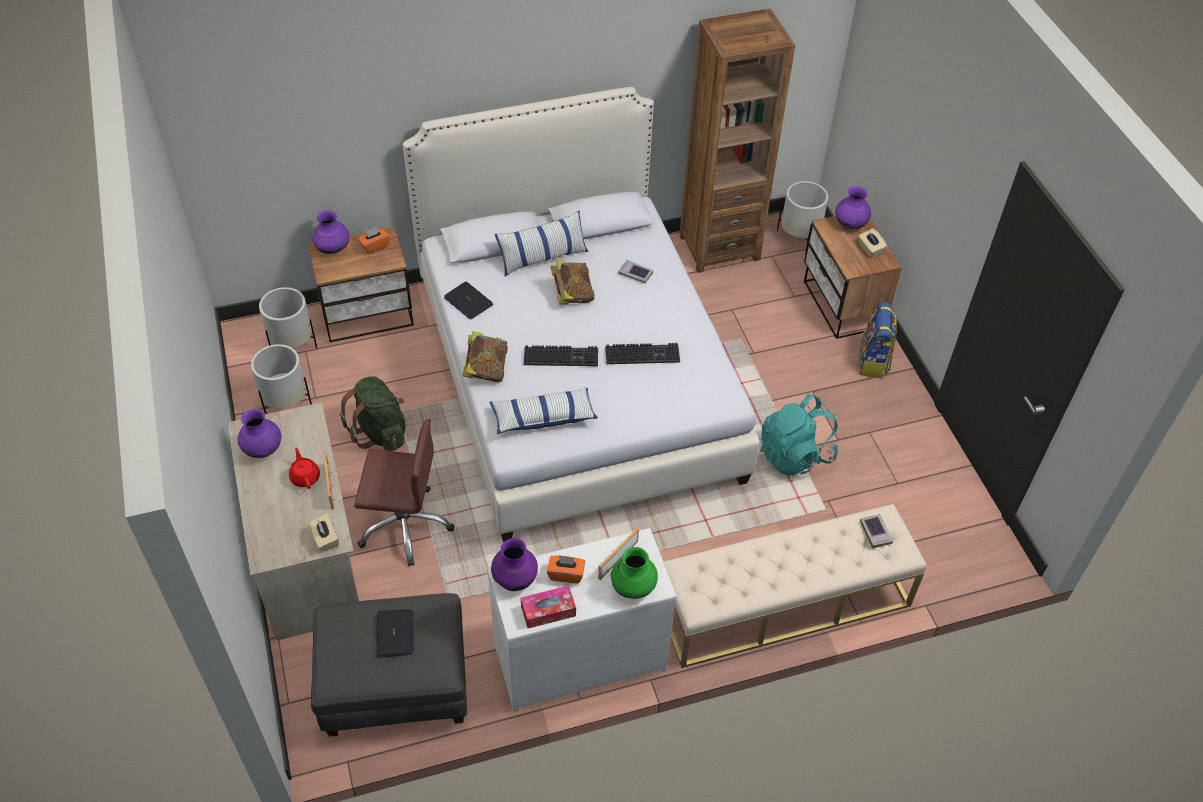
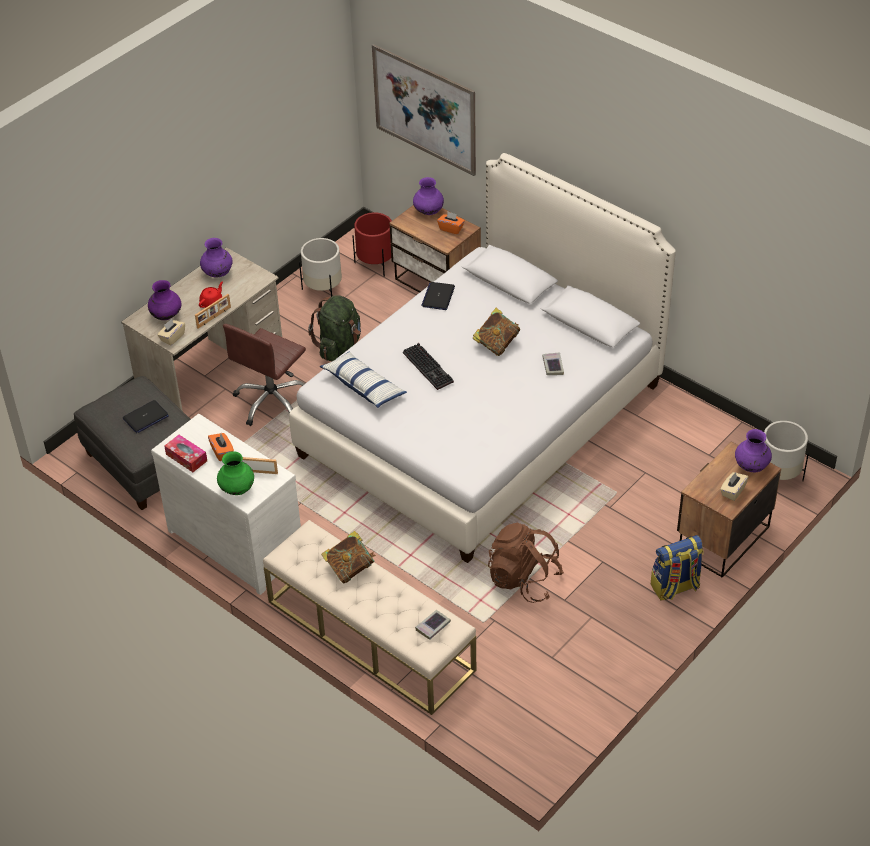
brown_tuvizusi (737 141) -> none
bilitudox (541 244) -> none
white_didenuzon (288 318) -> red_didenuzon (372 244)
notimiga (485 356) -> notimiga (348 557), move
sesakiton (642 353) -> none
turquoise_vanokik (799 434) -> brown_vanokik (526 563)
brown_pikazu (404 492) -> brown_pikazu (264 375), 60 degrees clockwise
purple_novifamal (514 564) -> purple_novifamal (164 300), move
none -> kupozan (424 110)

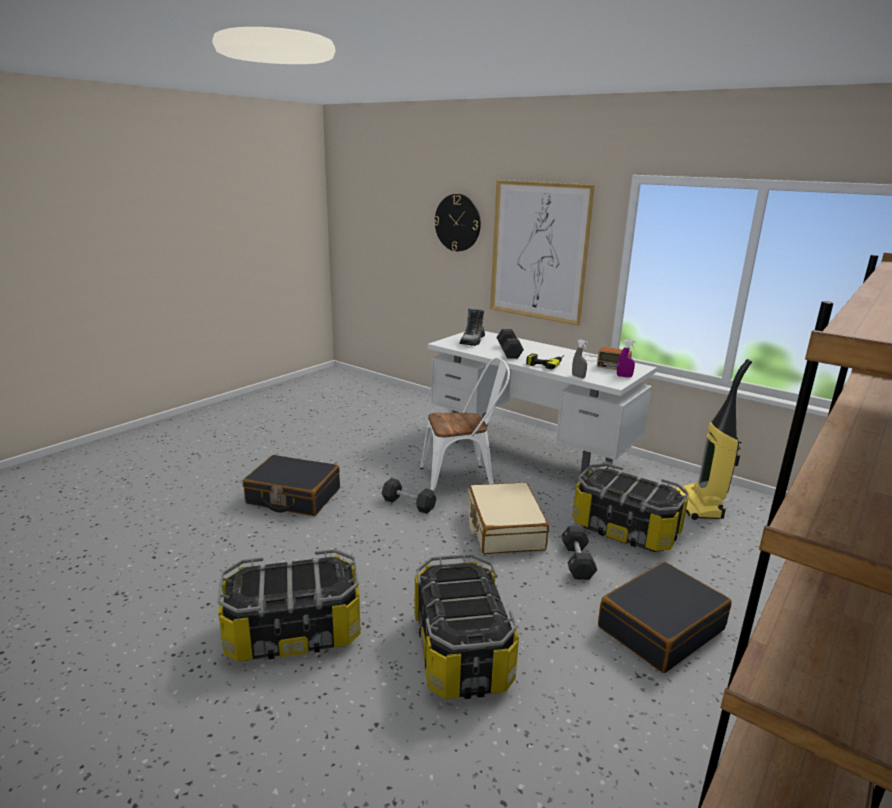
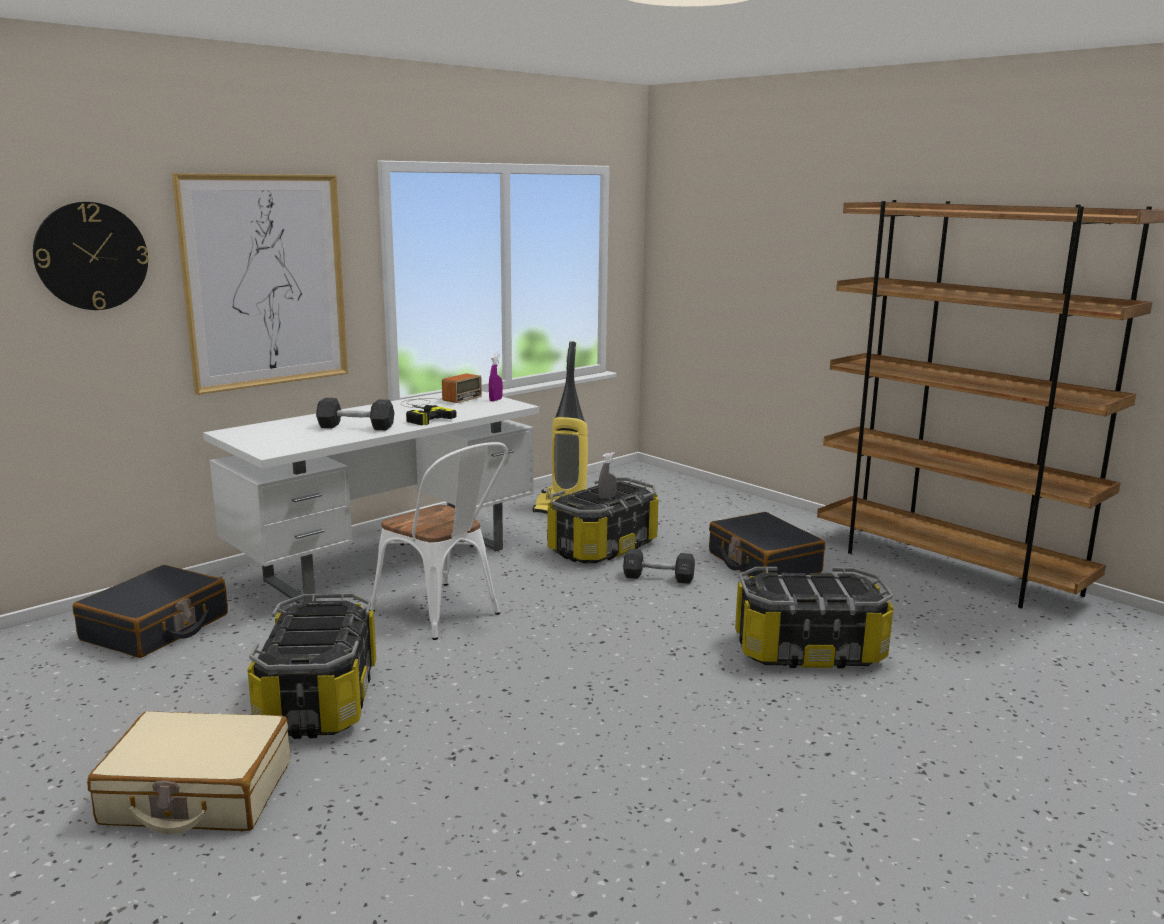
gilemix (472 327) -> none
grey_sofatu (580 359) -> grey_sofatu (607 475), move
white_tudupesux (465 424) -> white_tudupesux (439 541), 135 degrees clockwise
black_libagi (291 485) -> black_libagi (150 611), move
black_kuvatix (409 496) -> none
beige_libagi (508 518) -> beige_libagi (188 772), move
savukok (289 605) -> savukok (312 666), move

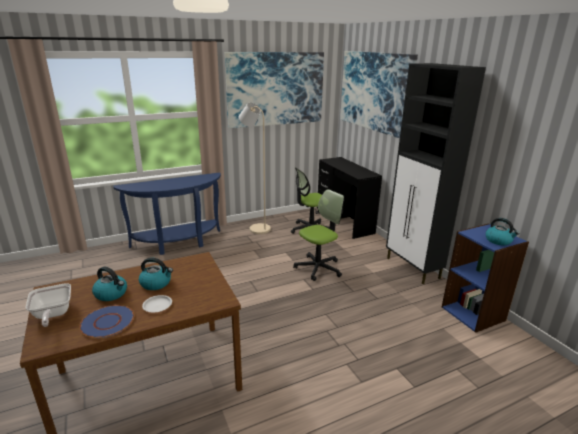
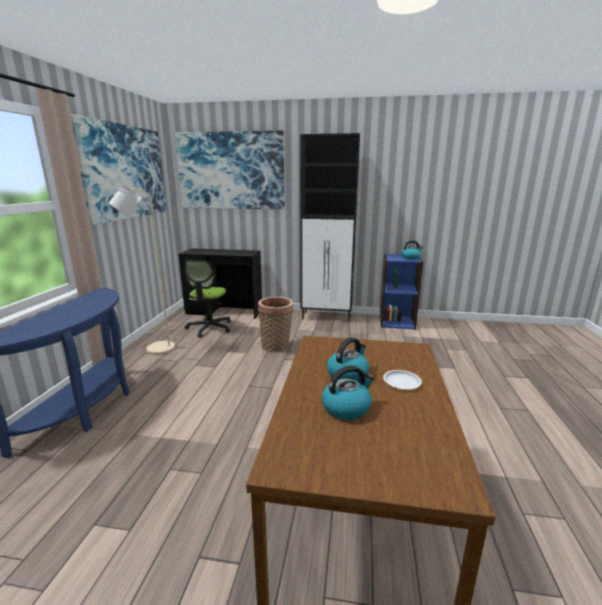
pikazu (318 235) -> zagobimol (275 325)
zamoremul (48 305) -> none
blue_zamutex (107 321) -> none

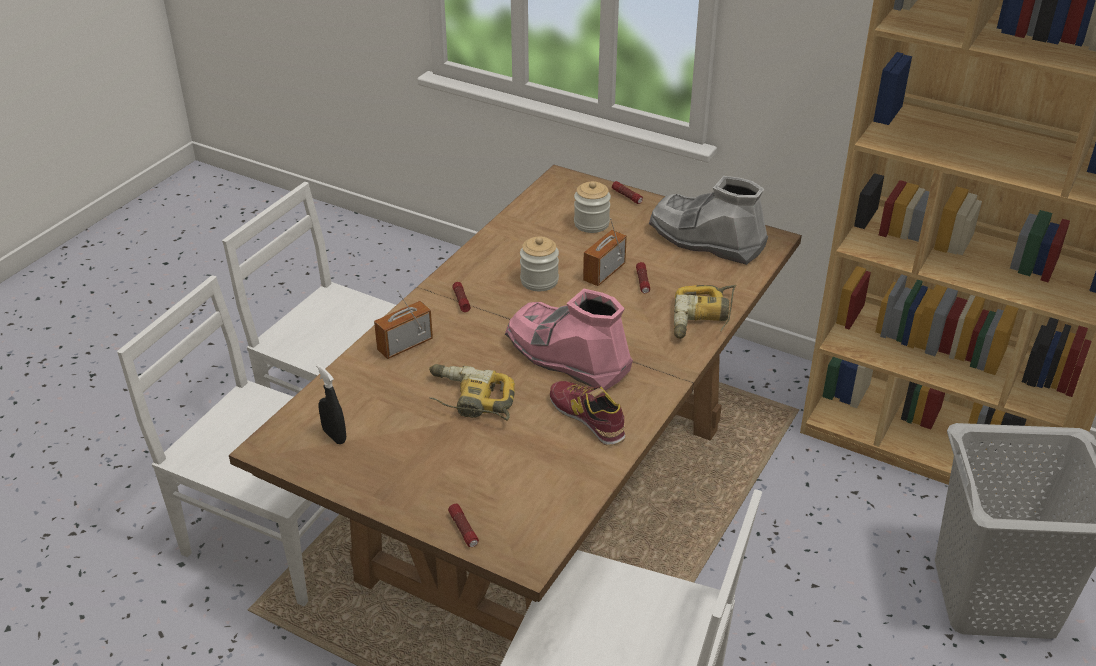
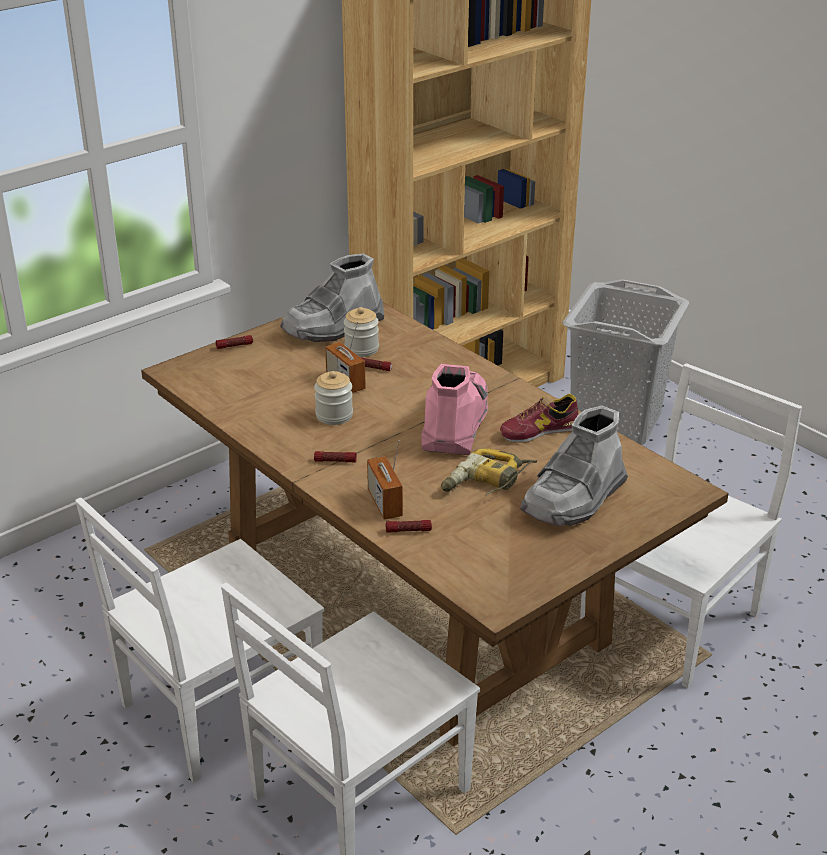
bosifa (592 207) -> bosifa (361 332), move
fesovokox (705 312) -> none
pink_gilemix (569 340) -> pink_gilemix (454 409), 135 degrees clockwise
black_sofatu (331 404) -> none
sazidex (463 525) -> sazidex (409 526), move
none -> grey_gilemix (574 466)

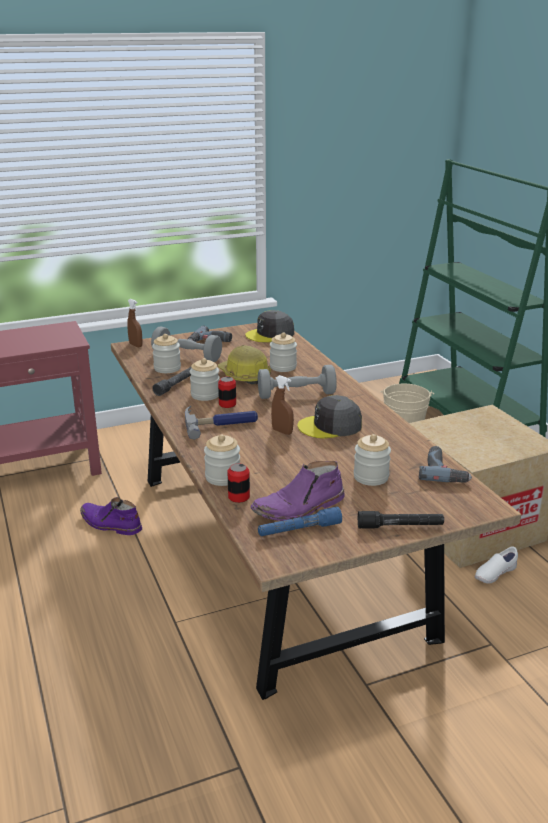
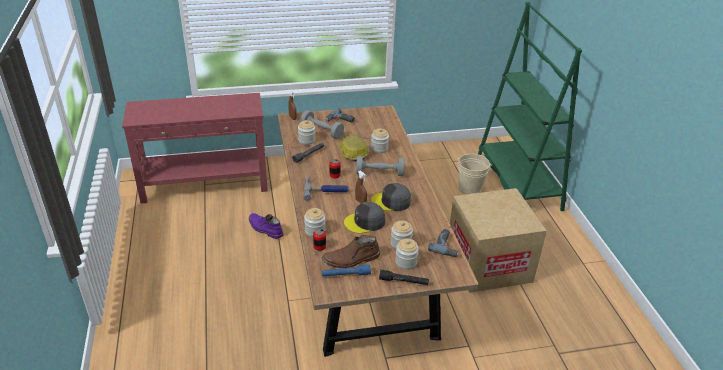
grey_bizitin (269 326) -> grey_bizitin (364 217), move
bosifa (204 379) -> bosifa (407 254), move
purple_gilemix (297 491) -> brown_gilemix (351 251)
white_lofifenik (496 565) -> none

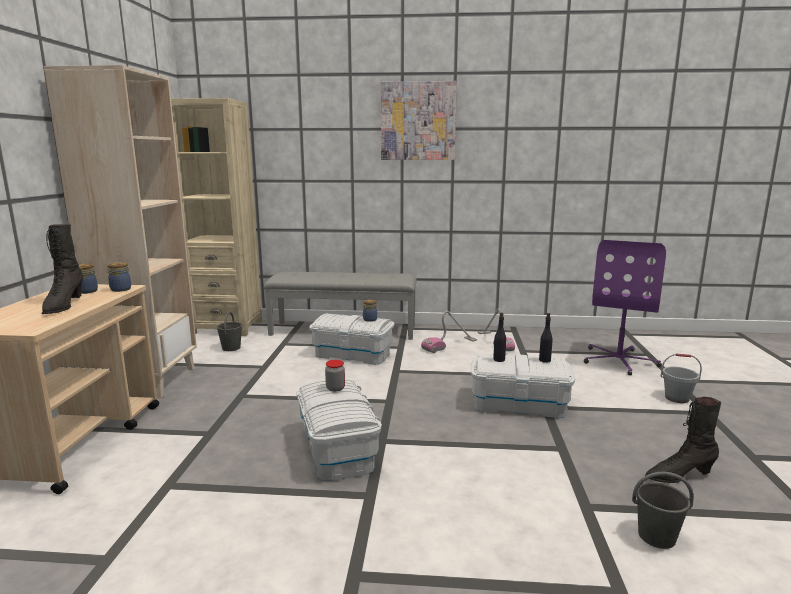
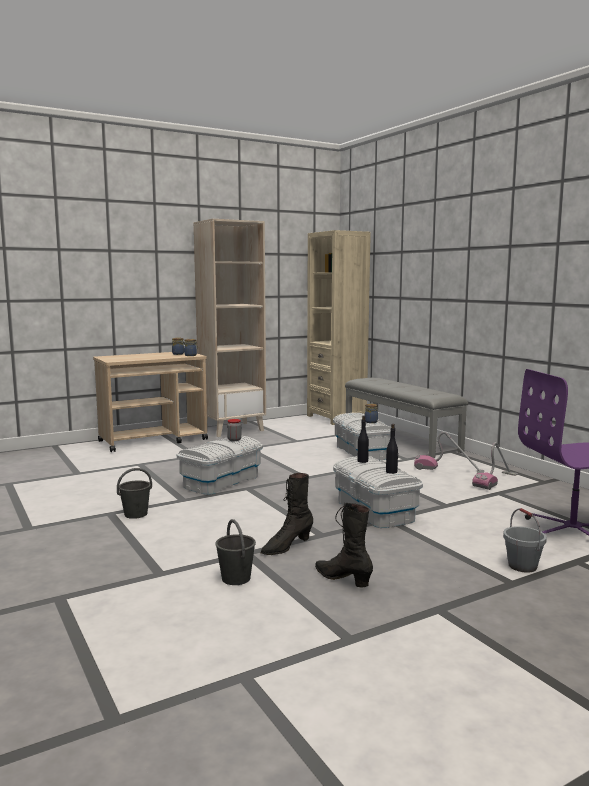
kupozan (419 120) -> none
black_gilemix (62 269) -> black_gilemix (286 514), move
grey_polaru (229 331) -> grey_polaru (134 493), move

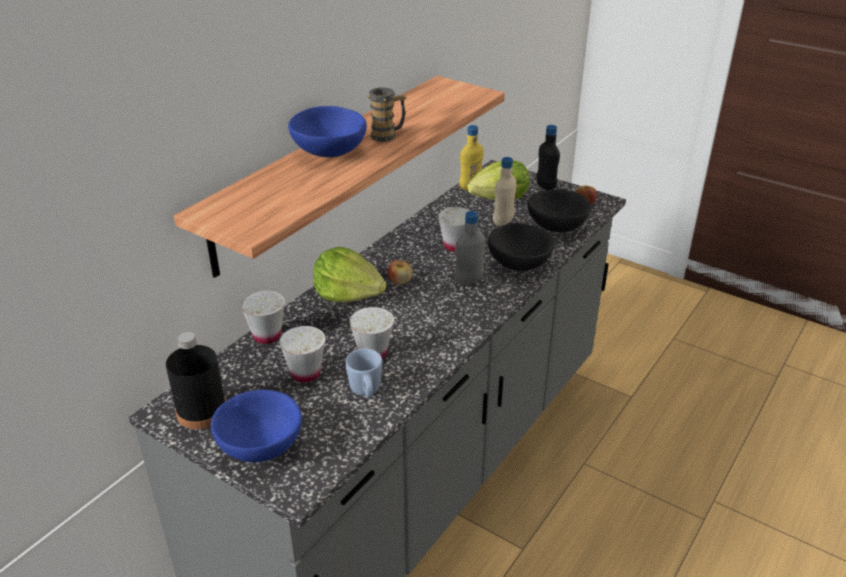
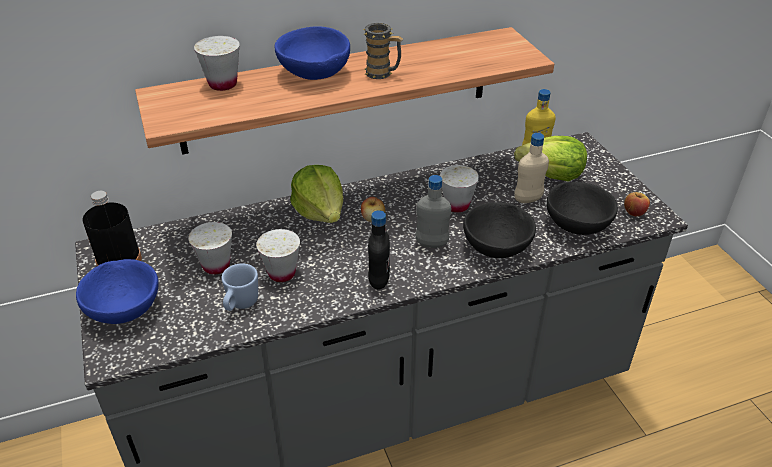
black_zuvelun (548 157) -> black_zuvelun (379 250), move
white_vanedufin (263 317) -> white_vanedufin (217 63), move

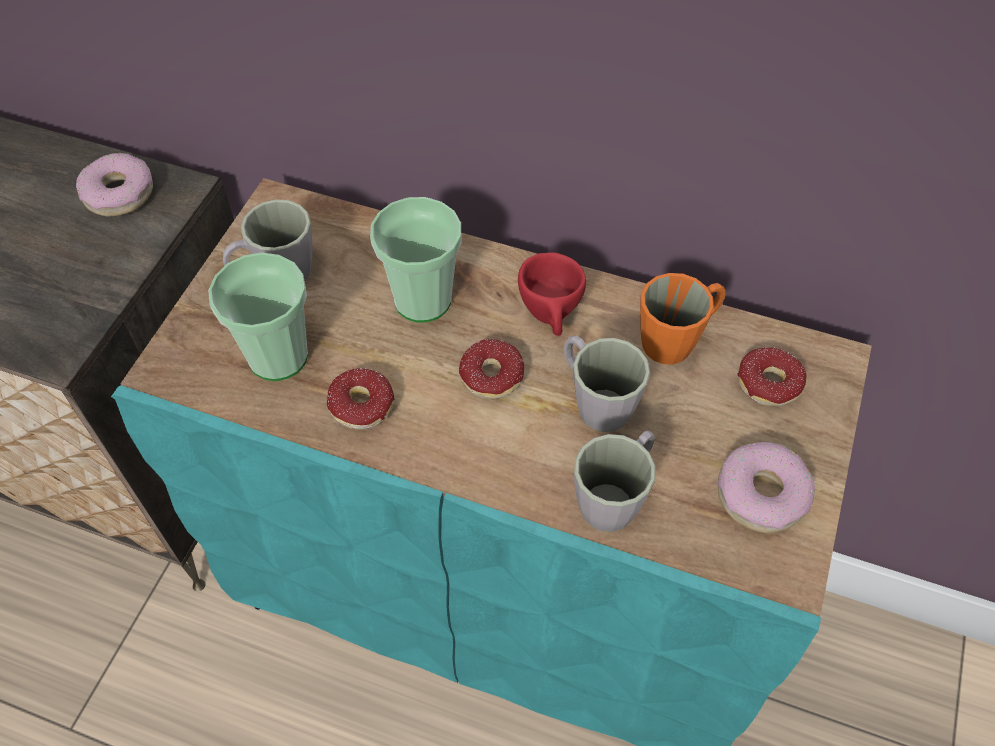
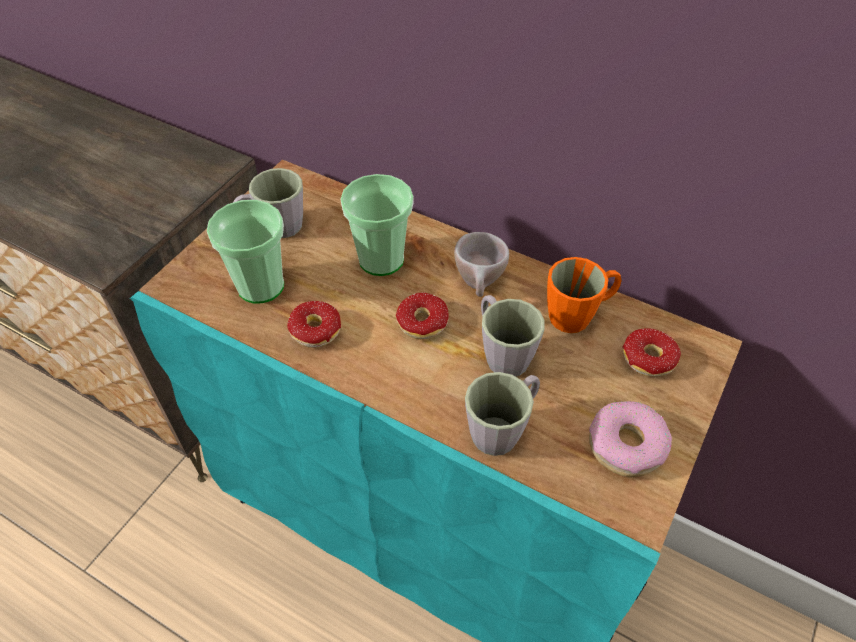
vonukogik (114 185) -> none
red_vanedufin (552 294) -> beige_vanedufin (481 264)

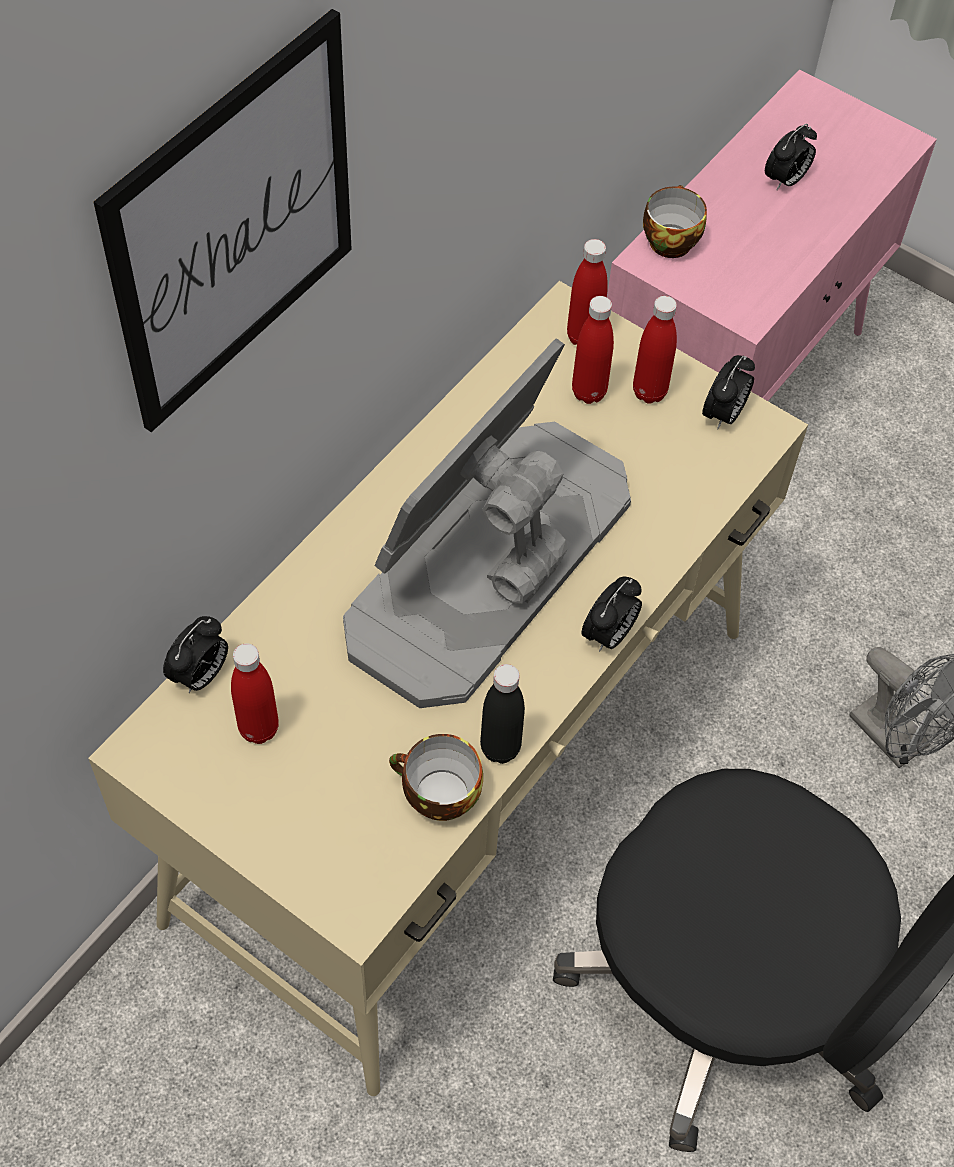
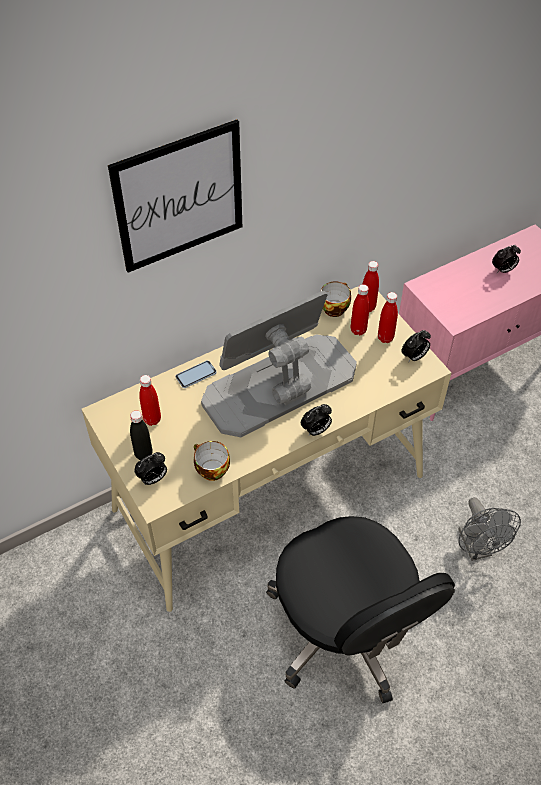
vanedufin (675 221) -> vanedufin (336 299), move
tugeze (195 654) -> tugeze (150 468), move
black_zuvelun (502 714) -> black_zuvelun (141 435), move
none -> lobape (196 374)

